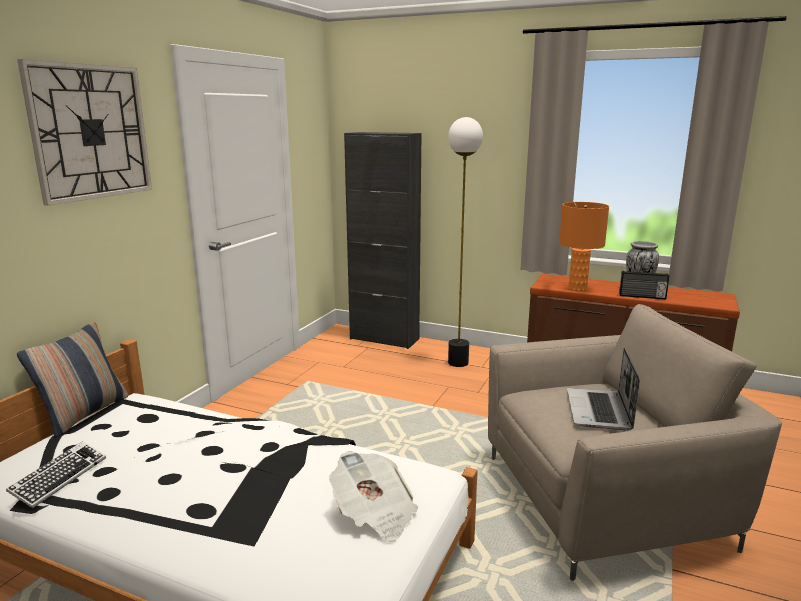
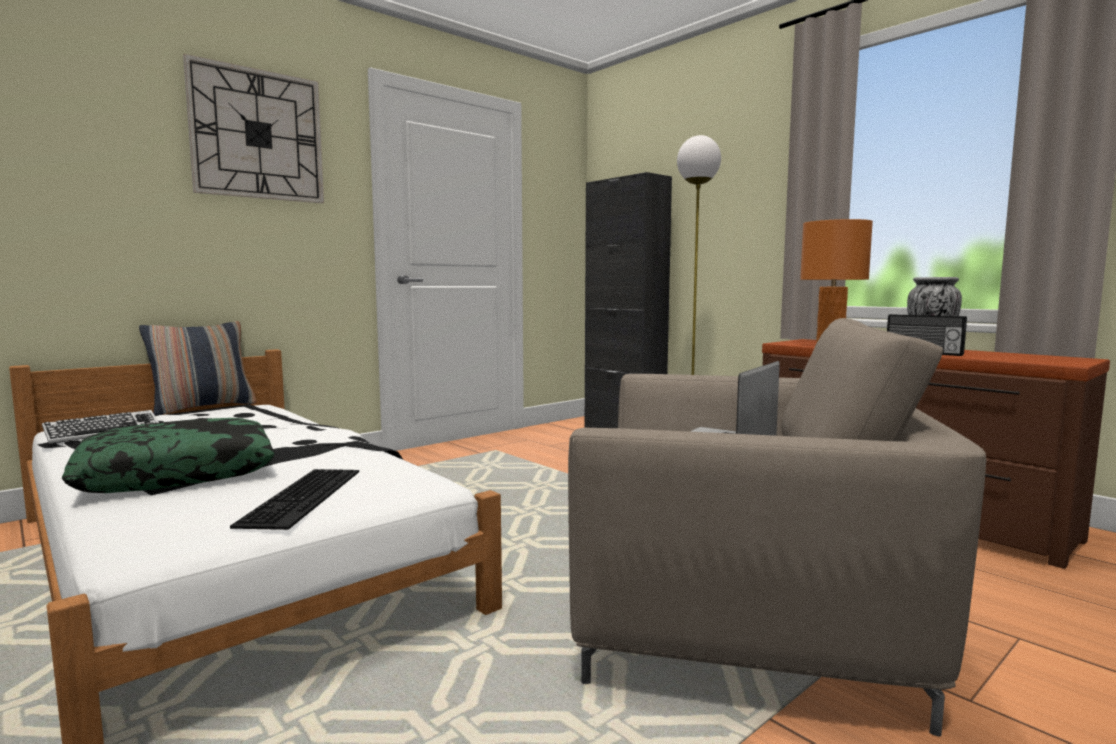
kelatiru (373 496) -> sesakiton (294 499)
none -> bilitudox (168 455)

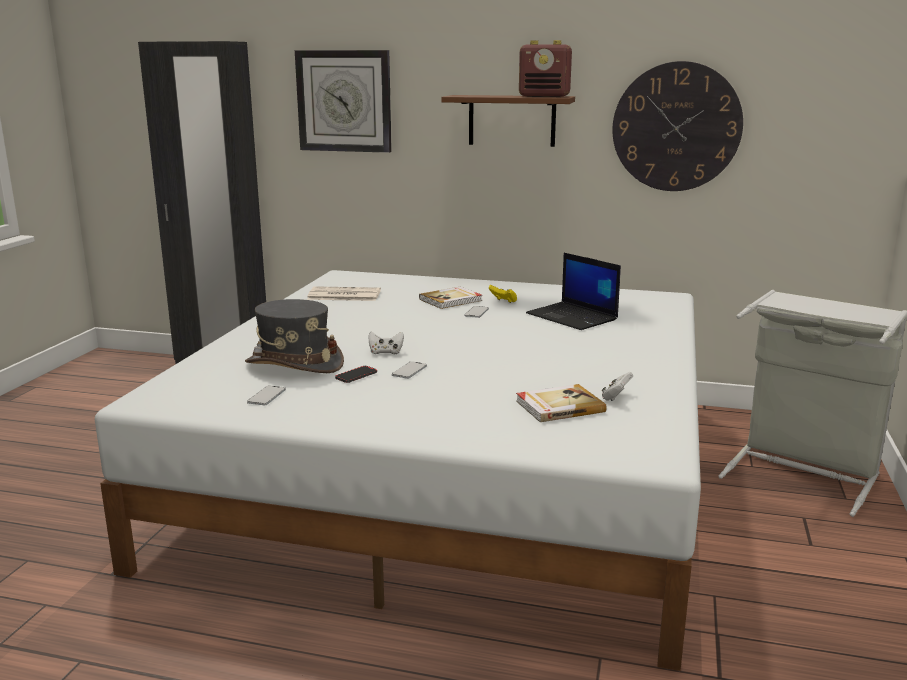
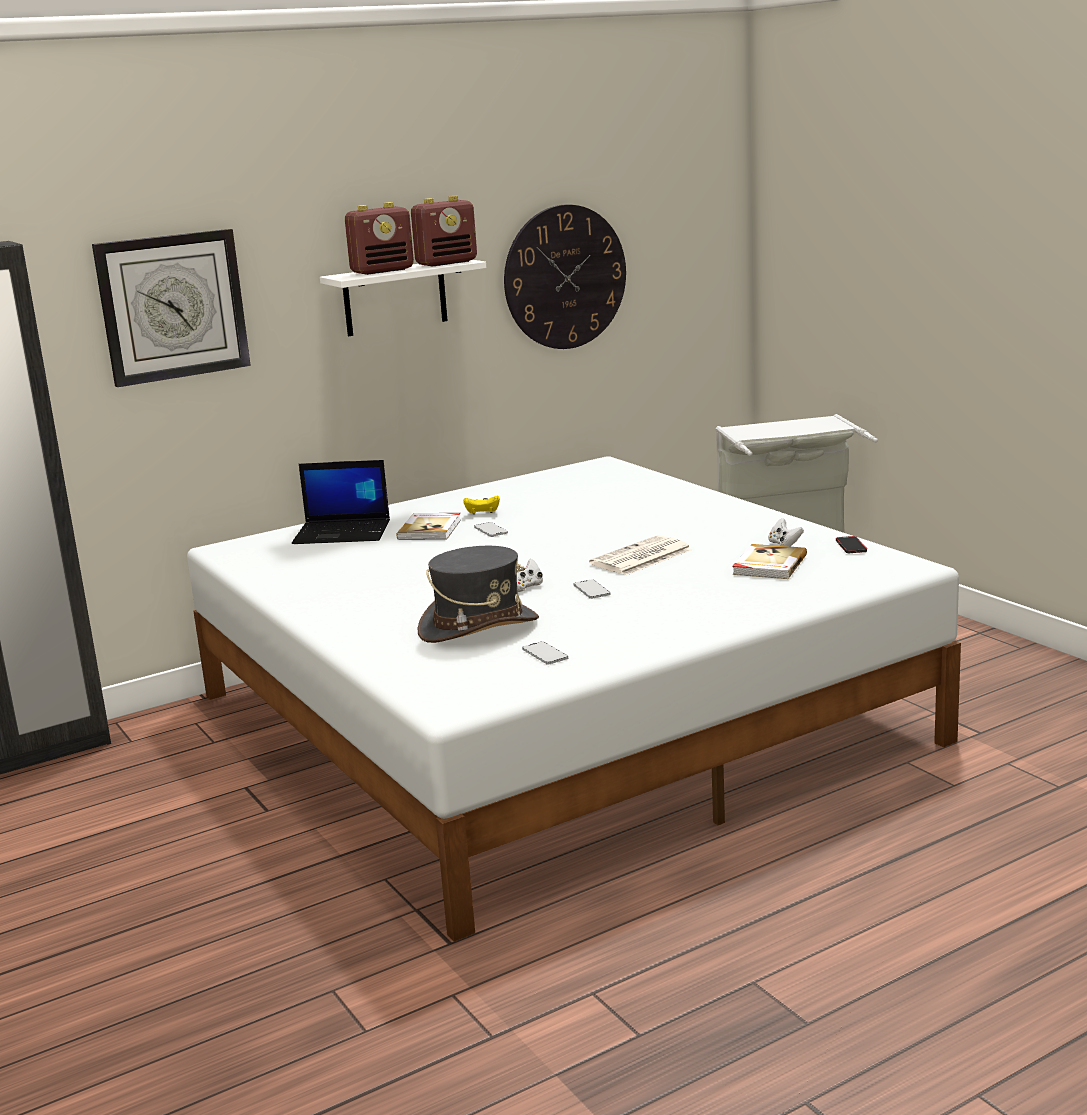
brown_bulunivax (508 121) -> white_bulunivax (403 298)
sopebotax (573 291) -> sopebotax (341 502), move
kelatiru (344 293) -> kelatiru (640 555), move
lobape (356 374) -> lobape (851 544), move
none -> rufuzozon (379 238)

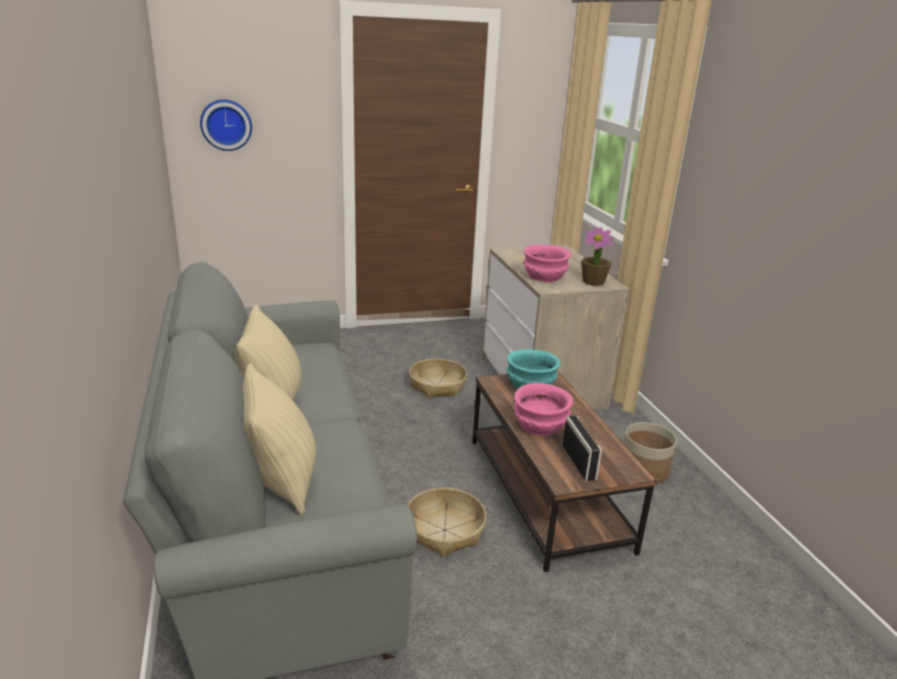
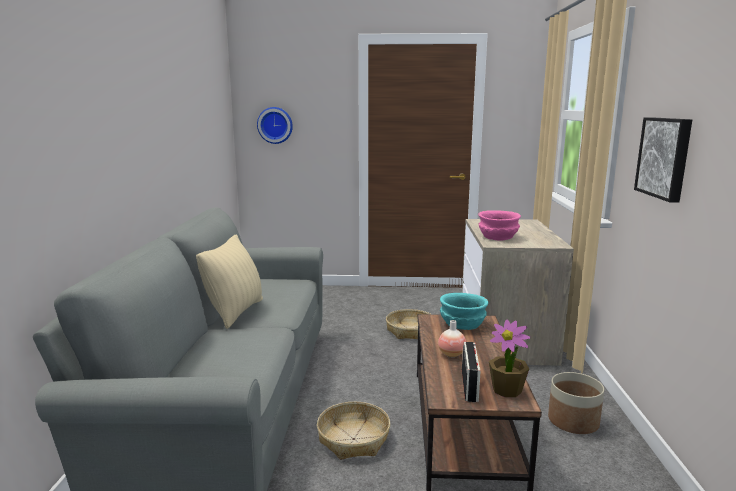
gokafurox (597 256) -> gokafurox (509 358), move
beige_bilitudox (279 439) -> none
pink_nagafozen (543 409) -> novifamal (452 338)
none -> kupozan (663 160)

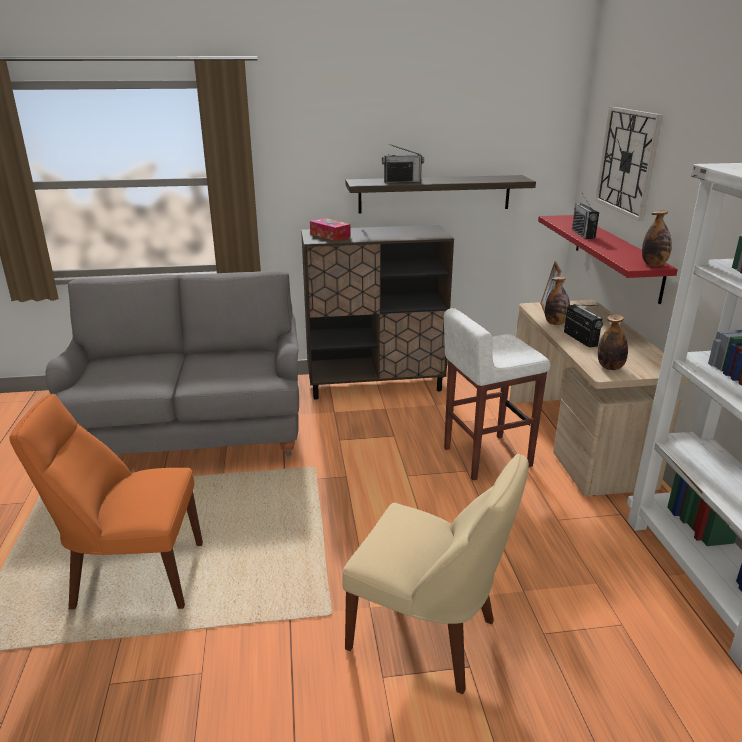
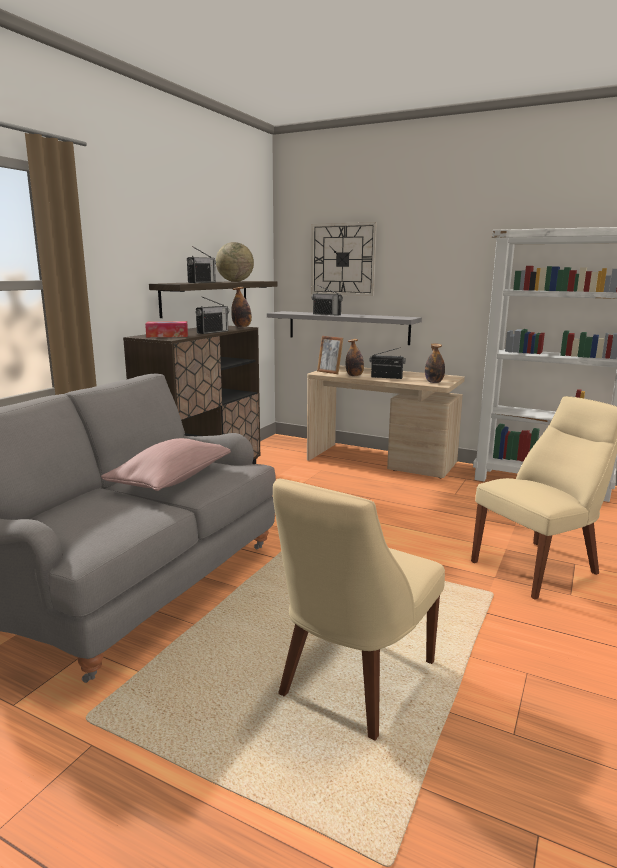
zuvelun (657 238) -> zuvelun (241 307), move
red_bulunivax (608 259) -> grey_bulunivax (344 328)
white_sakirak (497 394) -> none
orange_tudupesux (106 501) -> beige_tudupesux (359 610)
none -> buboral (235 262)
none -> rufuzozon (212 315)
none -> pink_bilitudox (166 464)

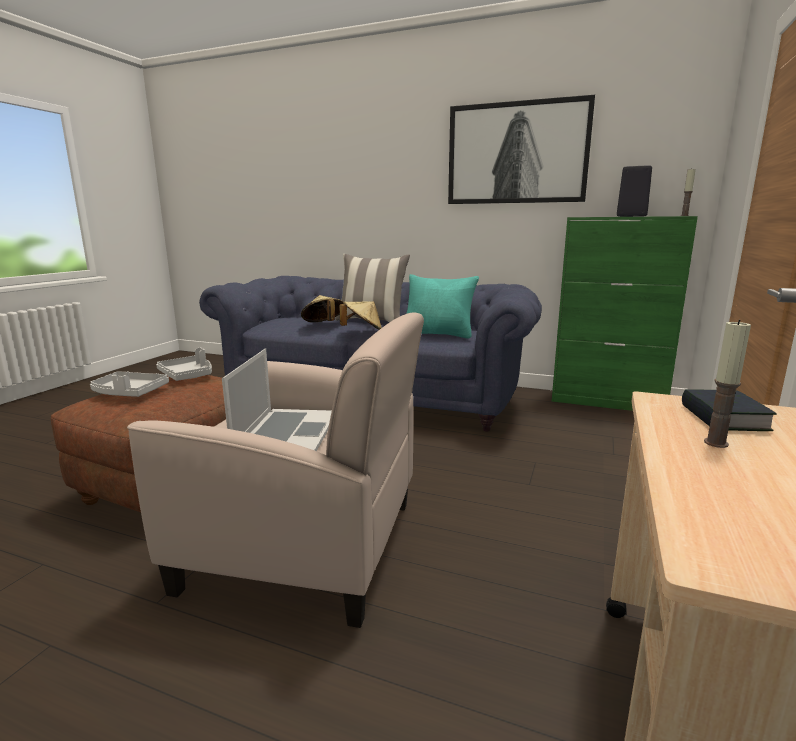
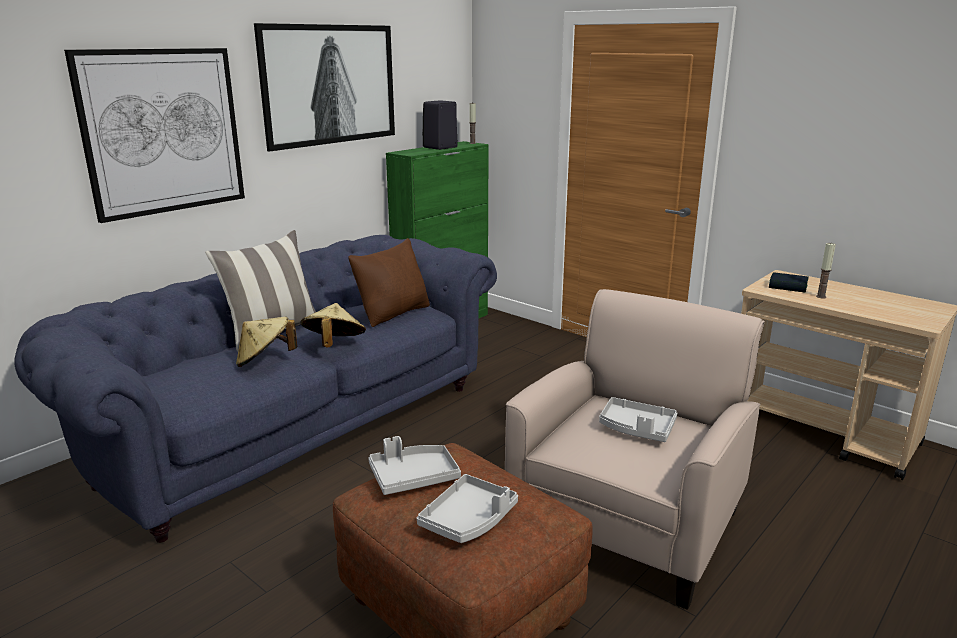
turquoise_bilitudox (442 306) -> brown_bilitudox (389 282)
sopebotax (277 399) -> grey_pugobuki (638 419)
none -> kupozan (154 135)

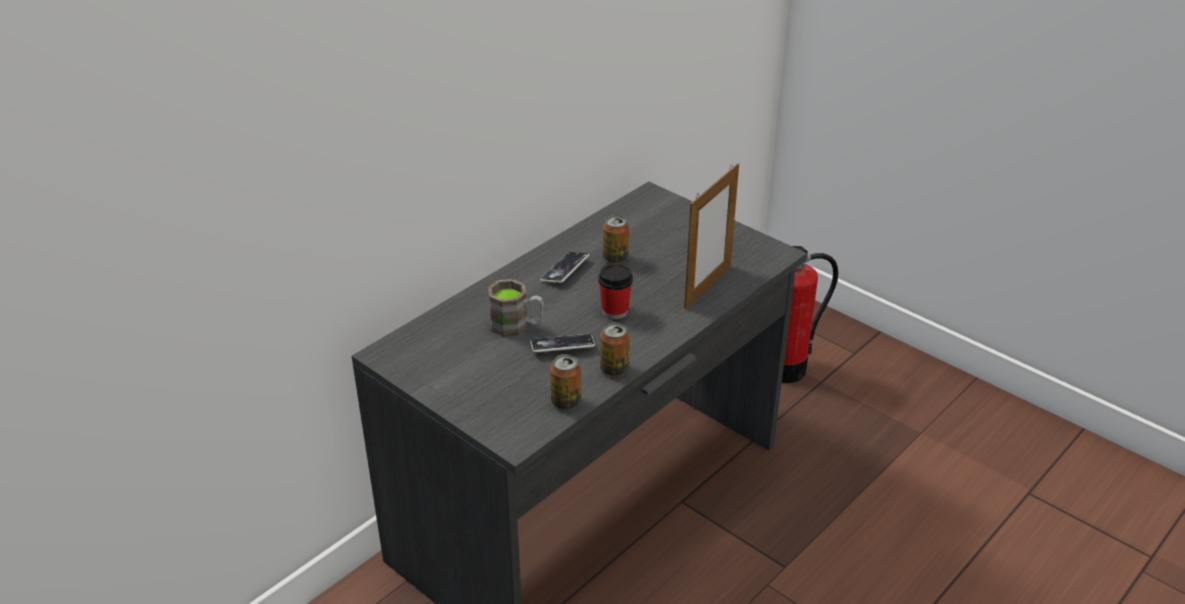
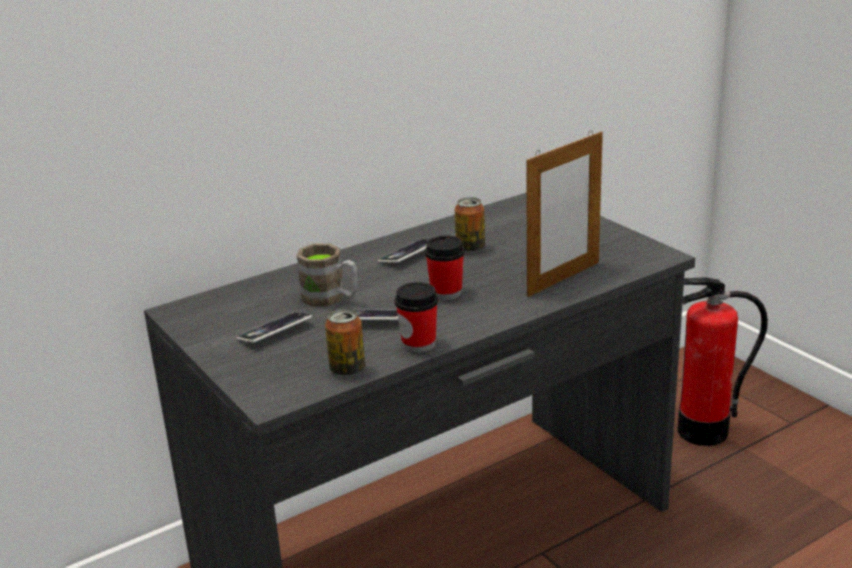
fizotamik (615 349) -> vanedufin (416 317)
none -> lobape (274 327)

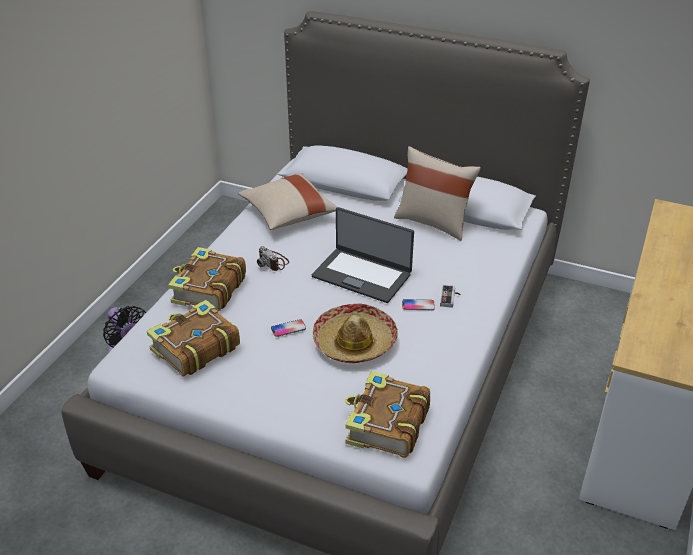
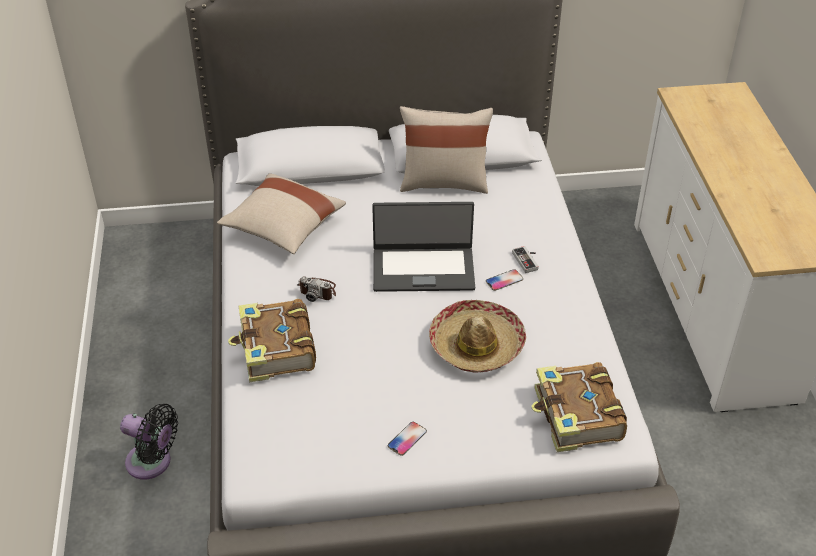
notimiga (193 338) -> none
lobape (288 328) -> lobape (407 439), move

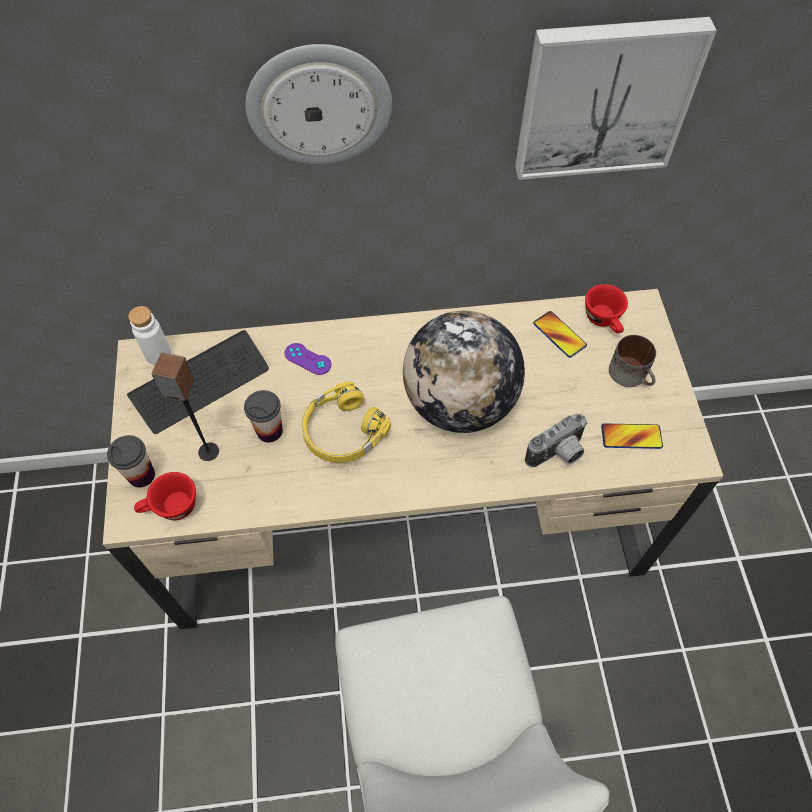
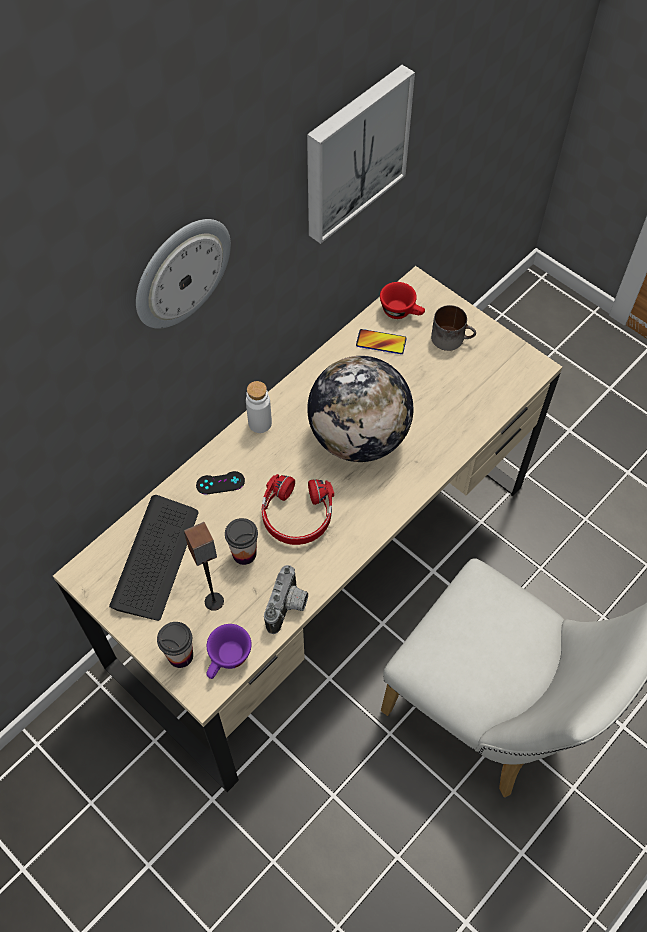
white_zuvelun (149 335) -> white_zuvelun (259 407), move
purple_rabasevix (308 359) -> black_rabasevix (220 483)
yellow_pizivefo (346 422) -> red_pizivefo (298 509)
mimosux (556 440) -> mimosux (286 599), move
lobape (632 436) -> none
red_vanedufin (165 496) -> purple_vanedufin (229 651)

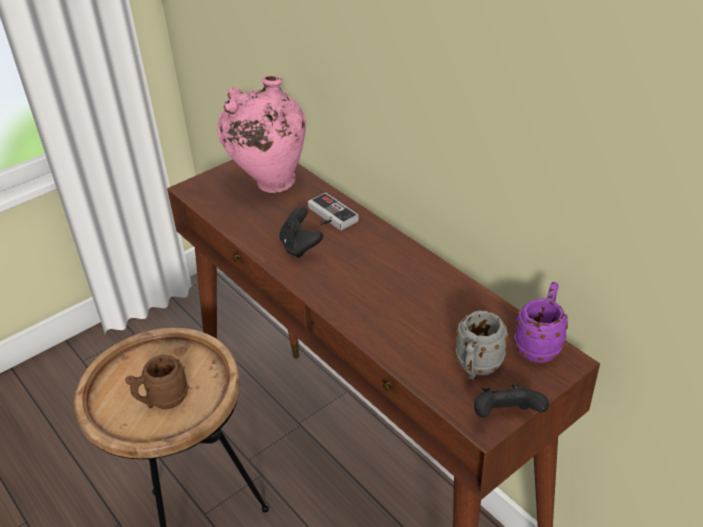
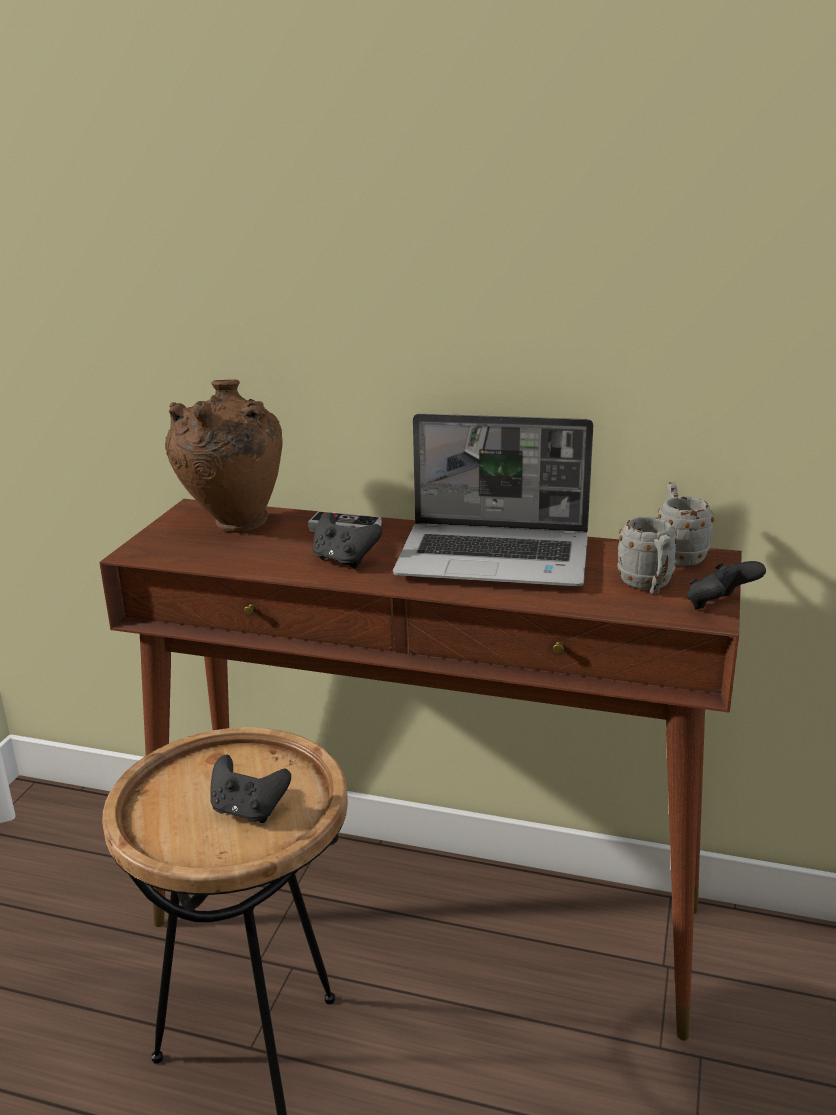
pink_novifamal (261 134) -> brown_novifamal (223 456)
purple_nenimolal (541 322) -> grey_nenimolal (685 524)
brown_nenimolal (157 382) -> black_rabasevix (250 789)
none -> sopebotax (493 500)

